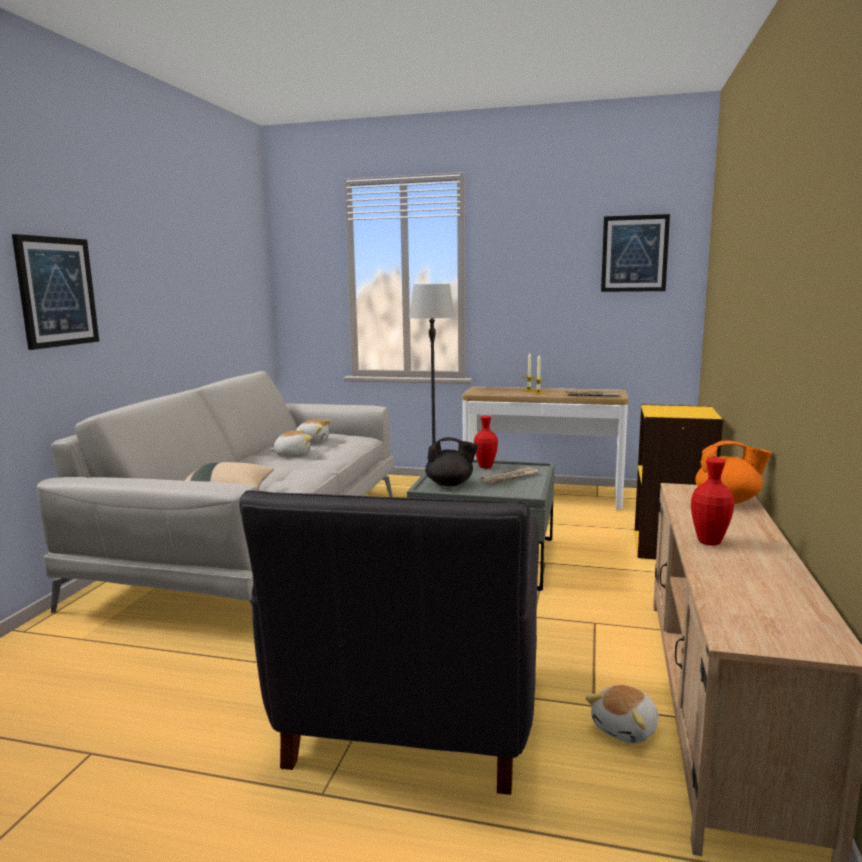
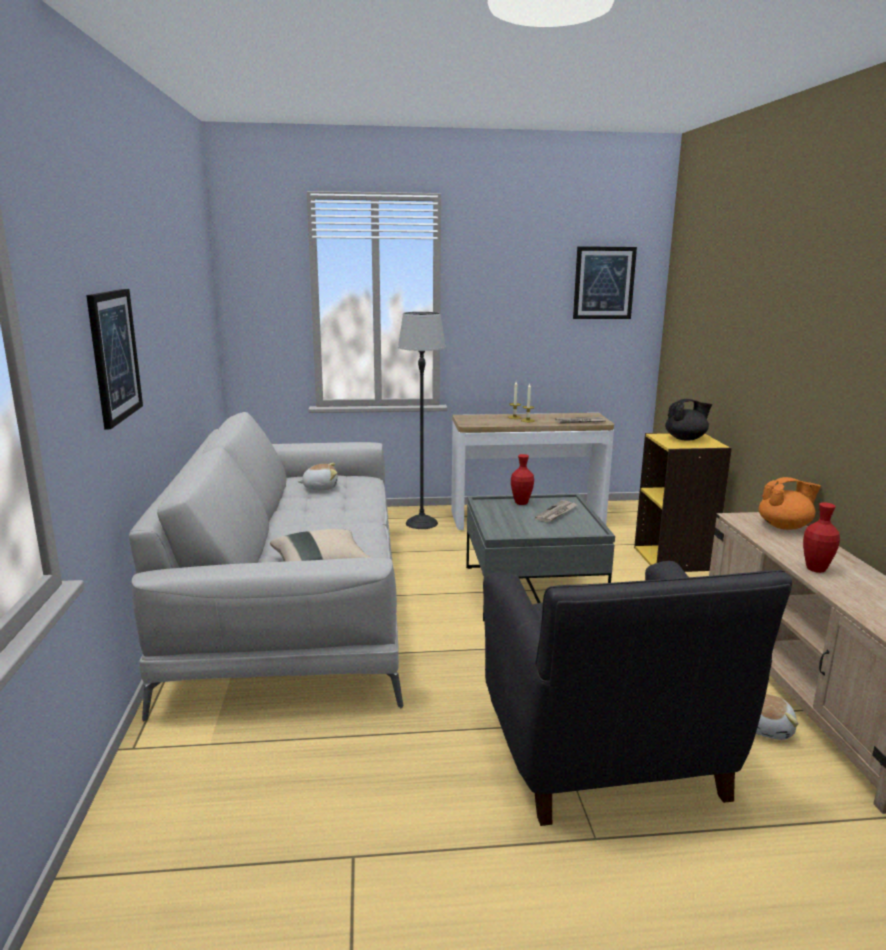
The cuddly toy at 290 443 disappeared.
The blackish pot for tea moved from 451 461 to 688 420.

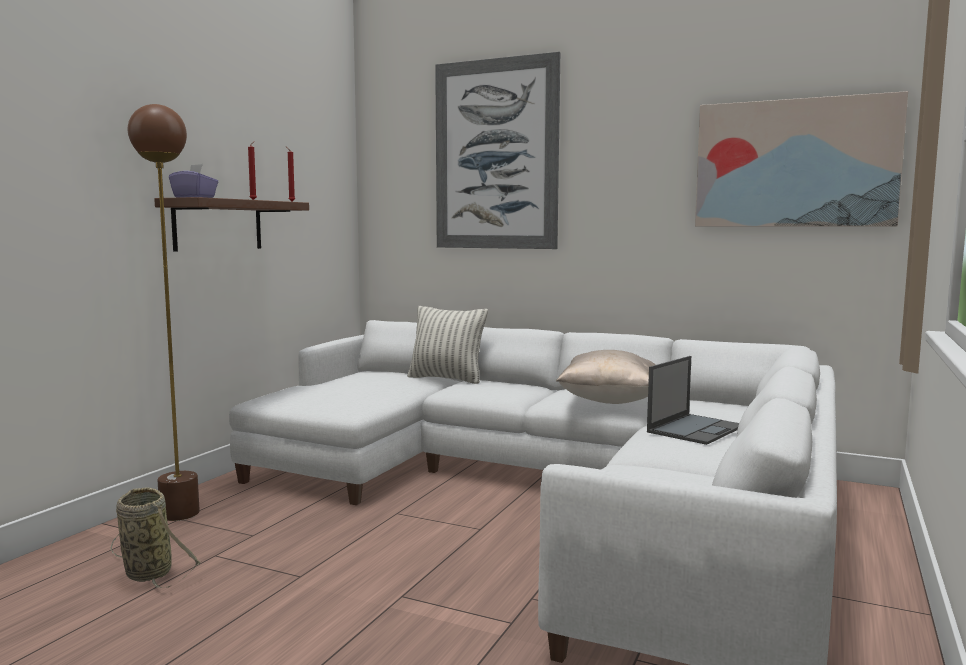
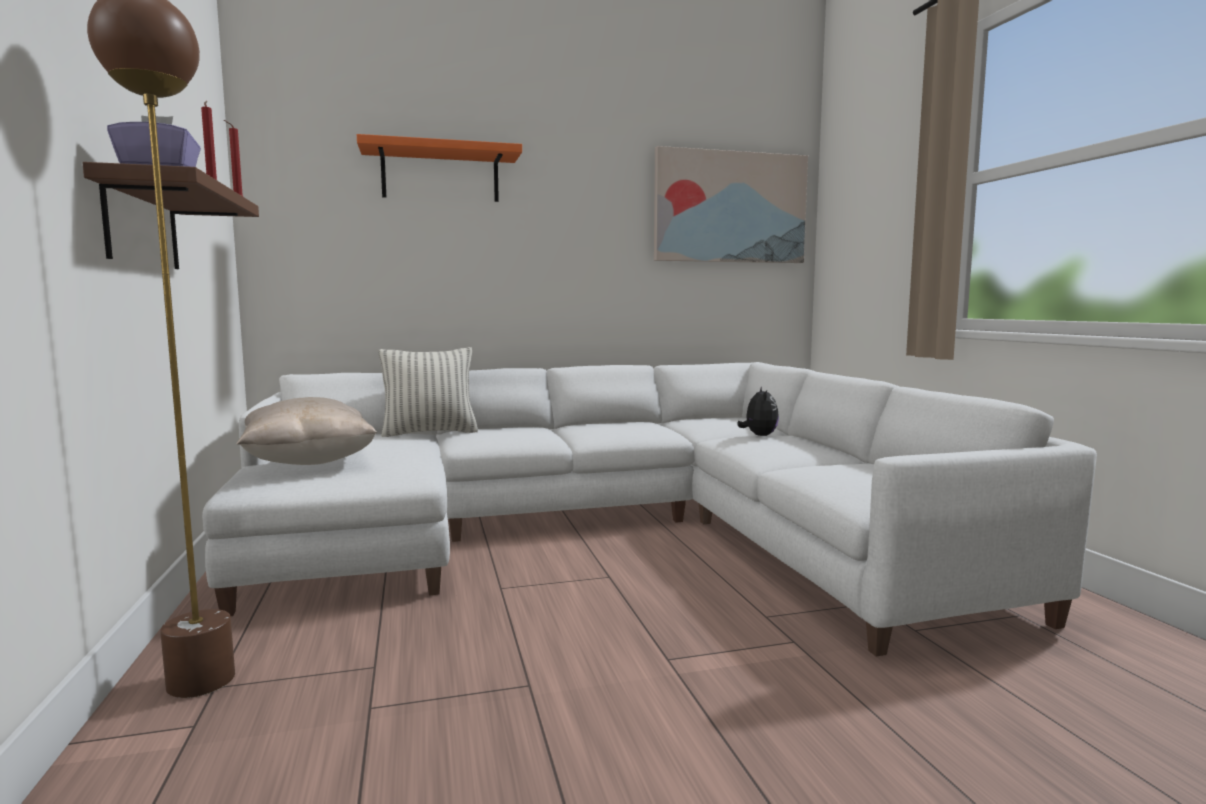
The picture at 497 150 was replaced by the orange shelf at 439 168.
The beige pillow moved from 606 377 to 307 431.
The notebook computer at 693 400 was replaced by the cuddly toy at 758 411.
The basket at 155 537 disappeared.

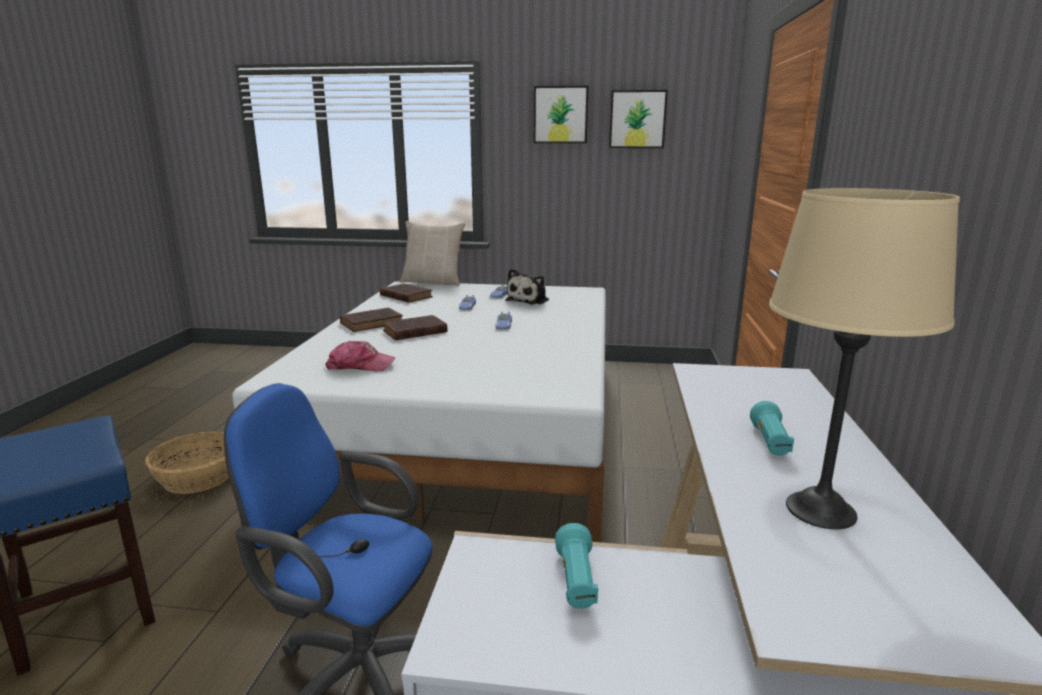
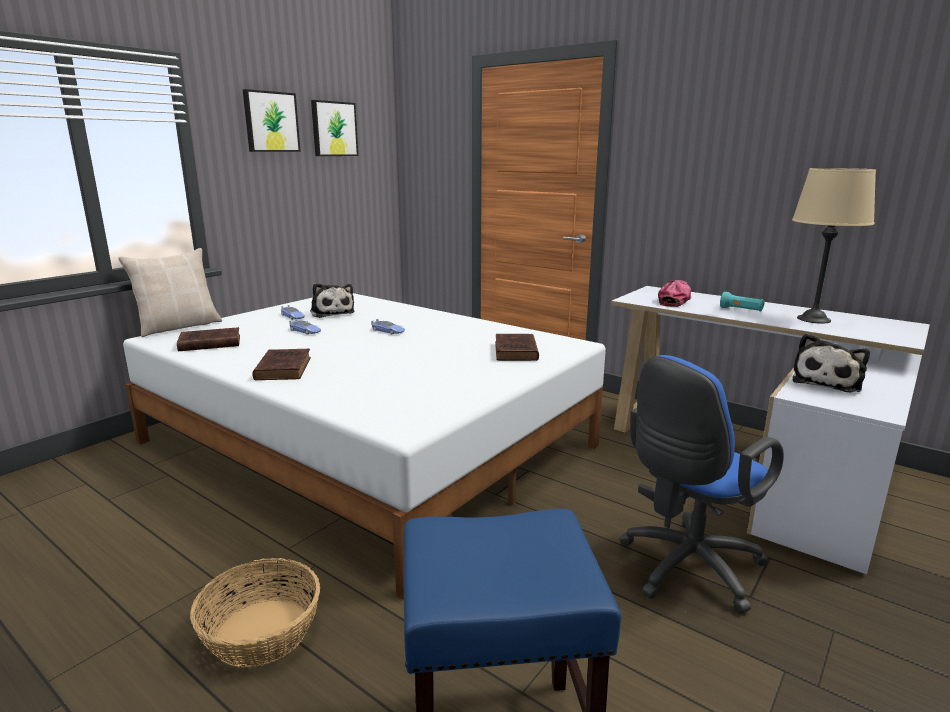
The brown volume moved from 415 327 to 517 347.
The peaked cap moved from 360 356 to 674 293.
The turquoise torch at 577 566 was replaced by the cuddly toy at 831 362.

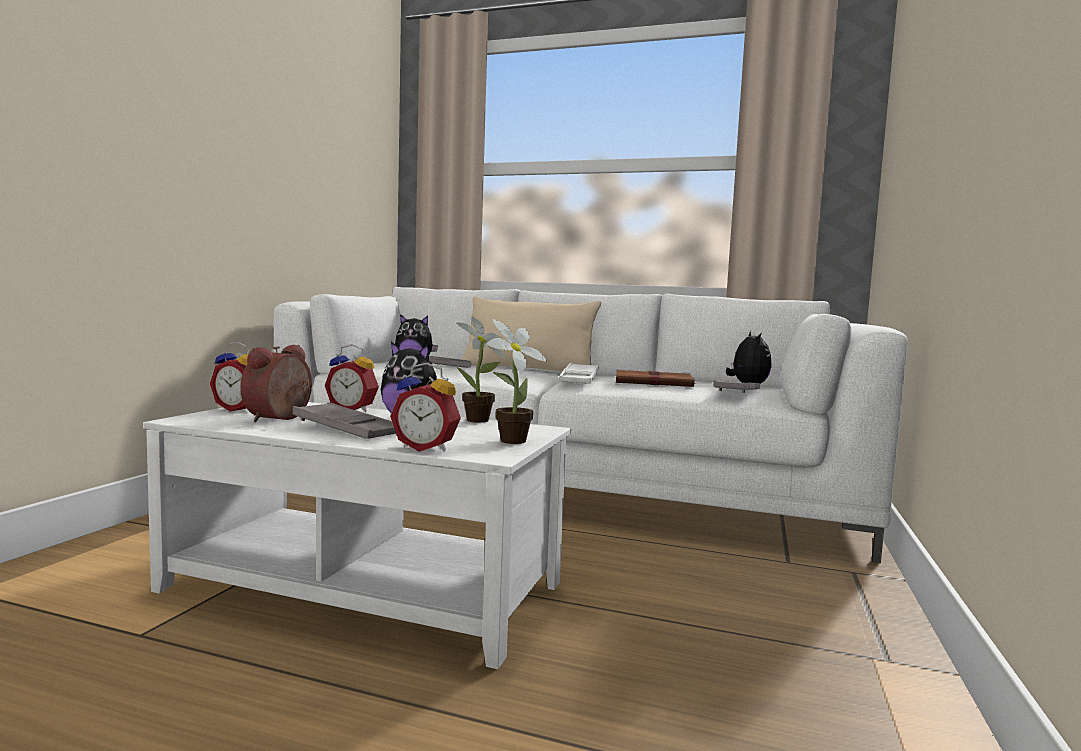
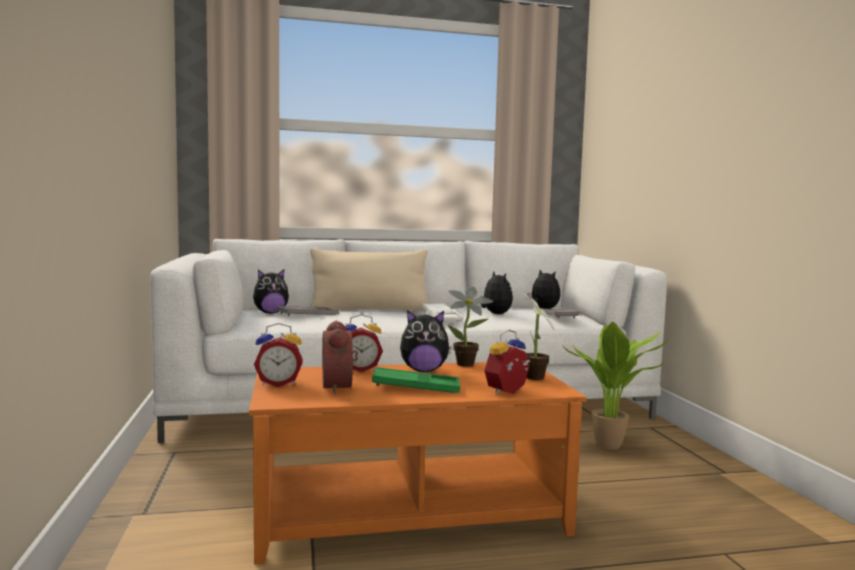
The bedside clock at 425 407 turned 150 degrees clockwise.
The brown volume at 656 378 was replaced by the cuddly toy at 496 292.
The white low table at 357 535 became the orange low table at 417 463.
The grey serving tray at 344 420 became the green-coloured serving tray at 416 380.
The potted plant at 615 386 appeared.

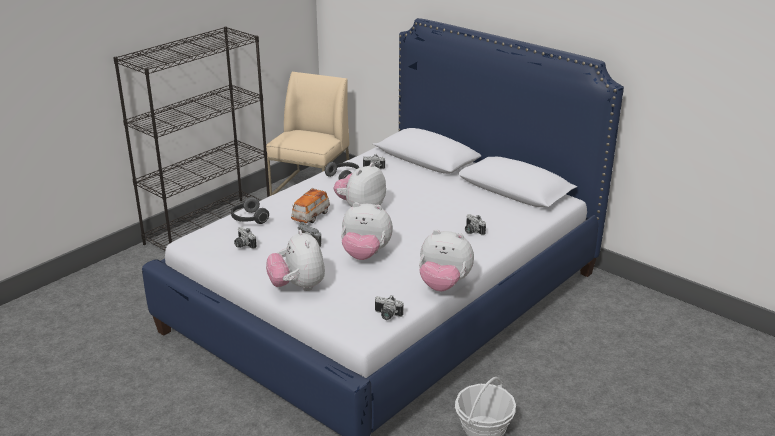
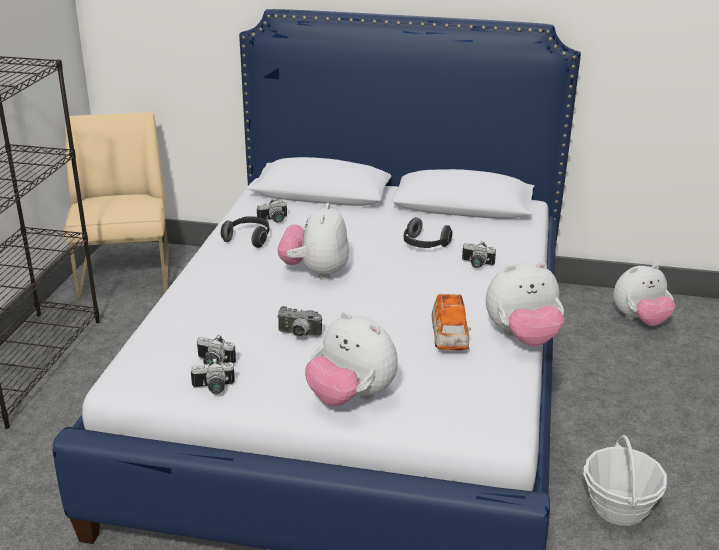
The miniature car moved from 310 205 to 451 322.
The headphones moved from 250 210 to 428 232.
The cuddly toy moved from 367 231 to 644 295.
The photo camera moved from 389 308 to 213 376.

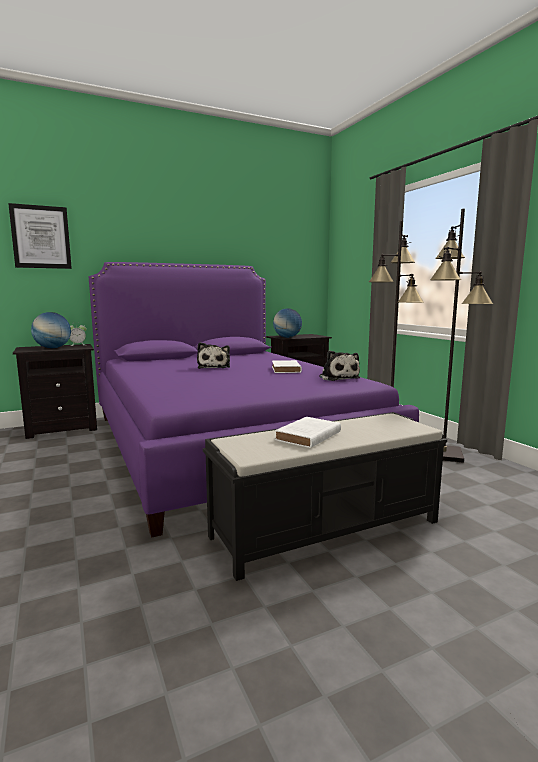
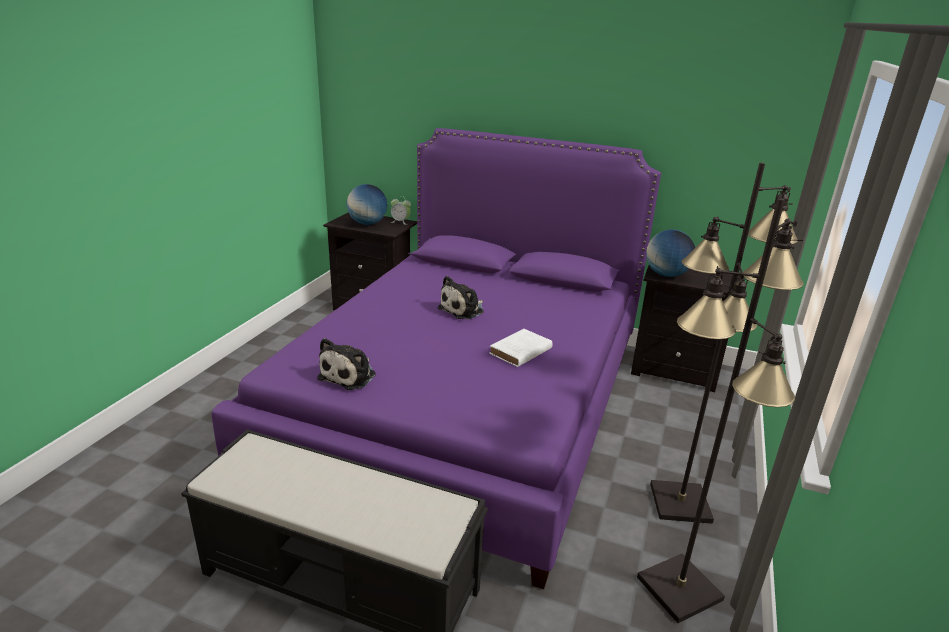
The picture at 40 236 disappeared.
The cuddly toy moved from 339 365 to 346 364.
The white volume at 307 432 disappeared.

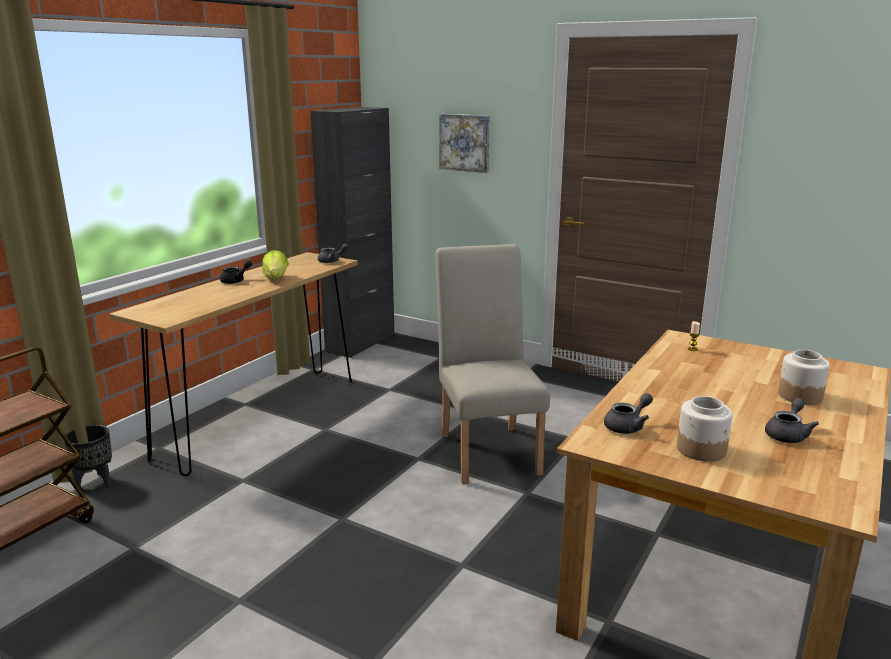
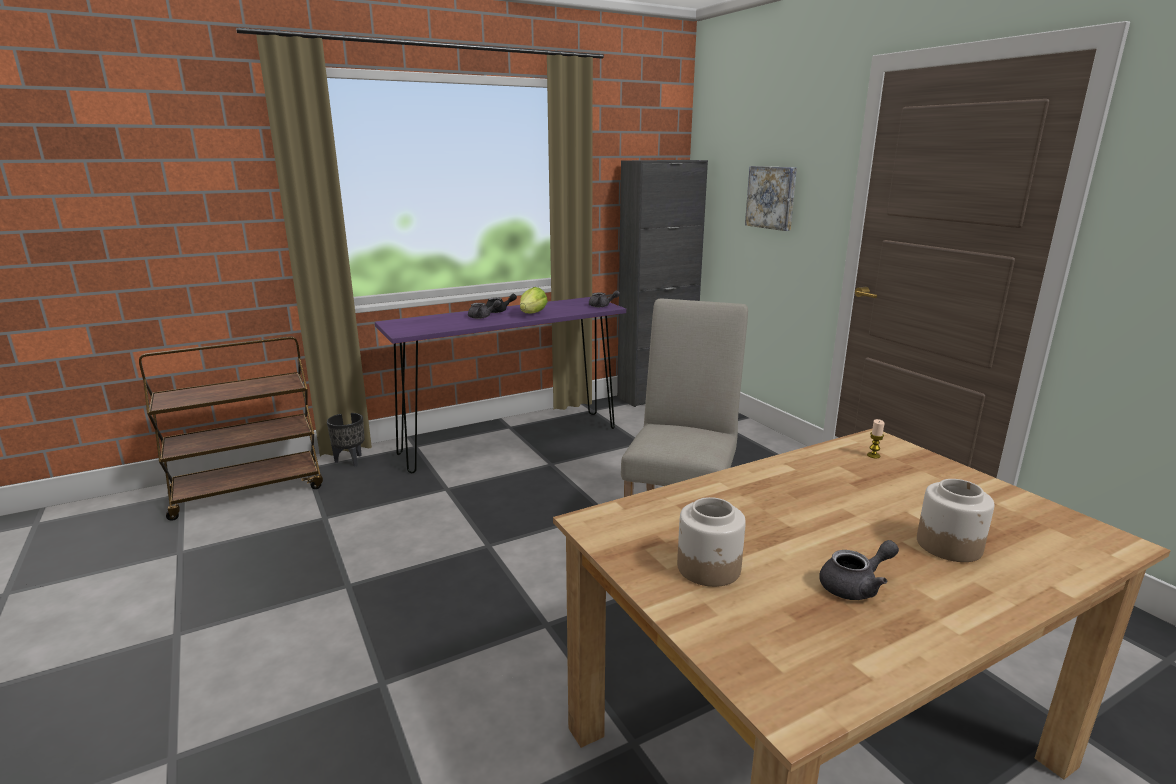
The brown hall table at 233 364 became the purple hall table at 500 385.
The grey pot for tea moved from 628 413 to 484 309.

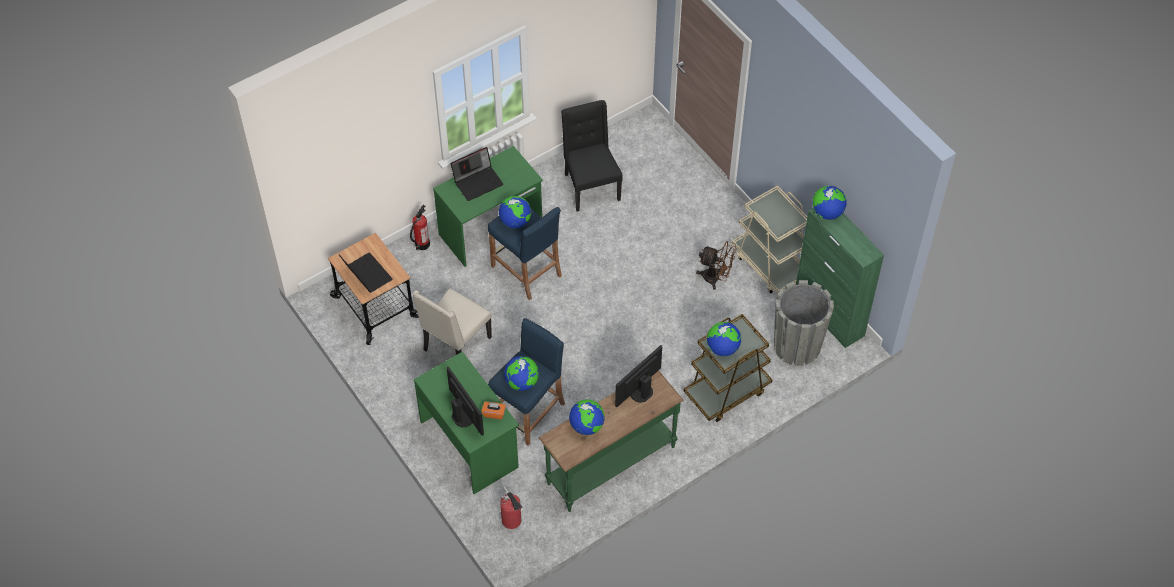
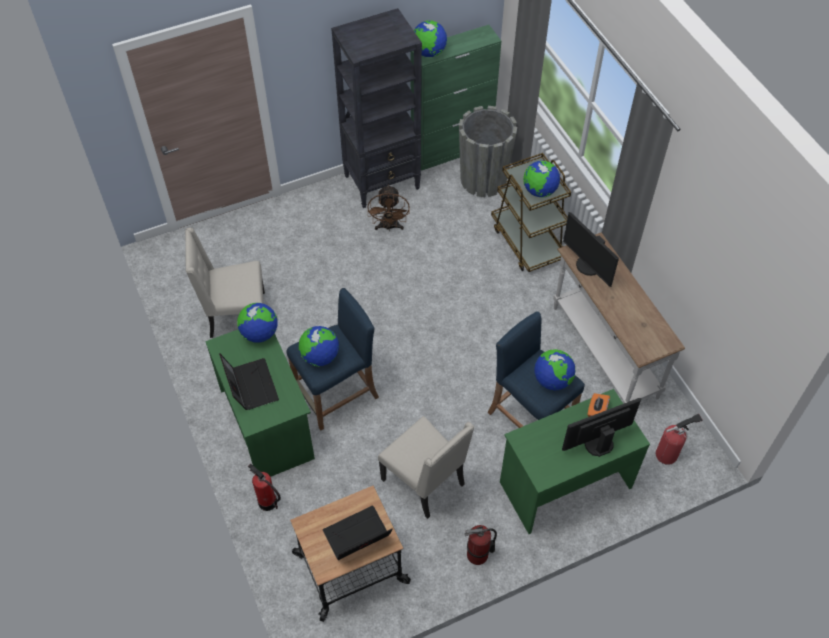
The blackish plain chair at 592 156 became the beige plain chair at 225 283.
The beige trolley at 769 239 was replaced by the blackish bookshelf at 376 108.
The brown fan at 716 265 turned 150 degrees clockwise.
The green-coloured hall table at 611 441 became the white hall table at 619 318.
The desk globe moved from 587 417 to 257 323.
The fire-fighting cylinder at 481 545 appeared.

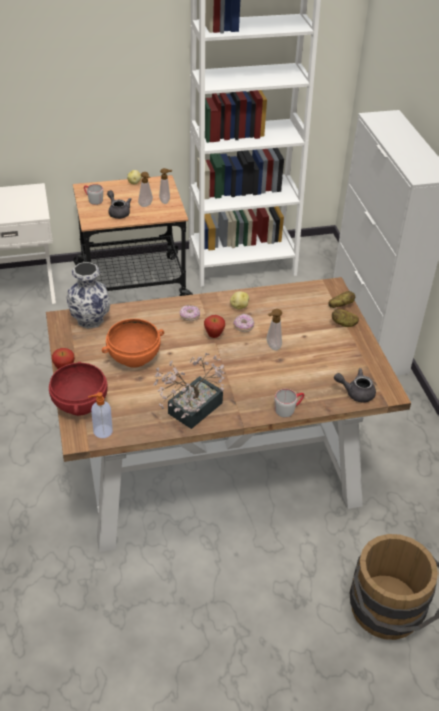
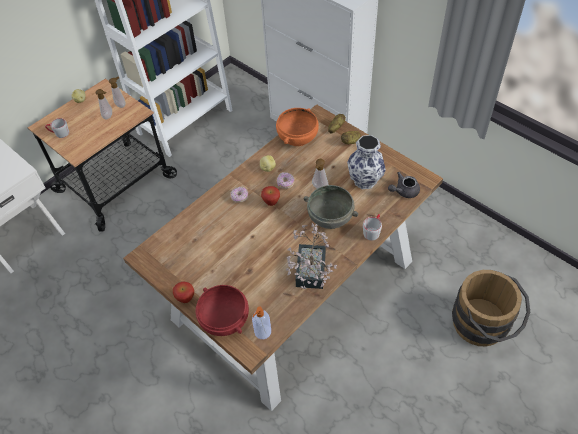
The grey pot for tea at 119 204 disappeared.
The vase moved from 89 295 to 366 162.
The orange bowl moved from 133 343 to 297 127.
The grey bowl at 331 207 appeared.

